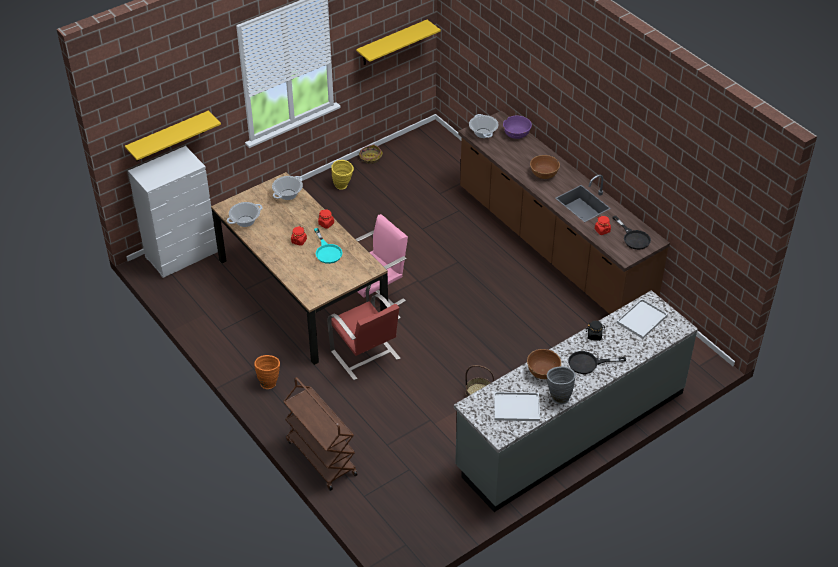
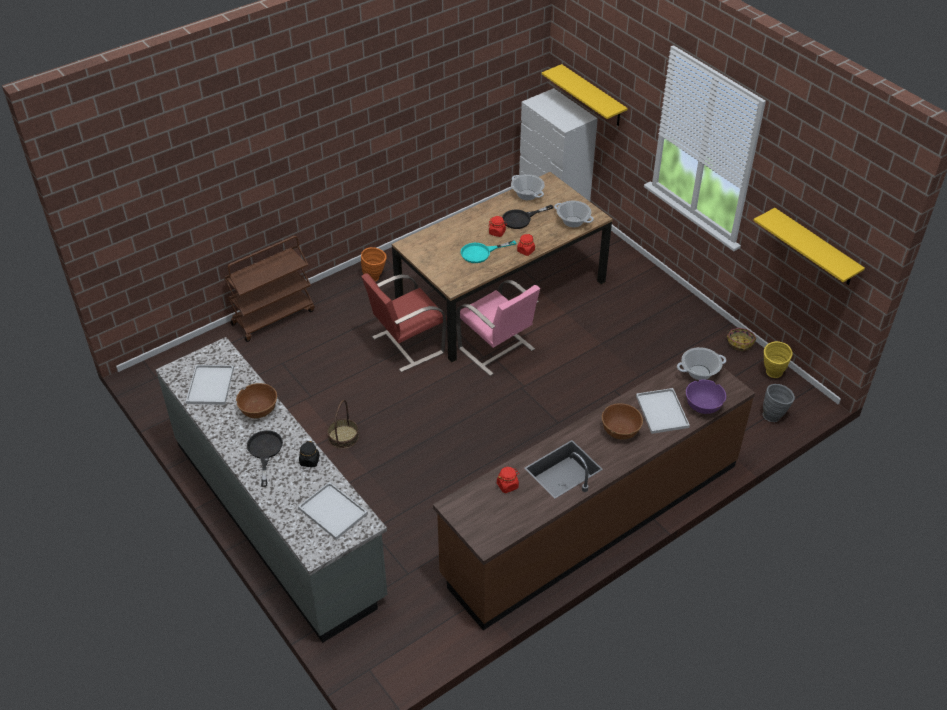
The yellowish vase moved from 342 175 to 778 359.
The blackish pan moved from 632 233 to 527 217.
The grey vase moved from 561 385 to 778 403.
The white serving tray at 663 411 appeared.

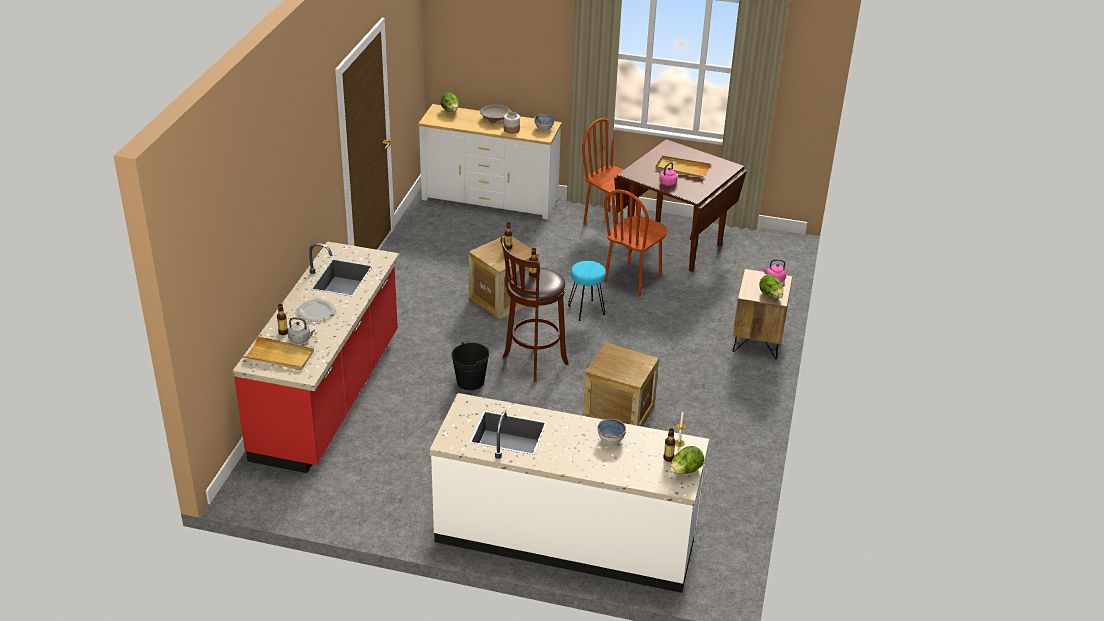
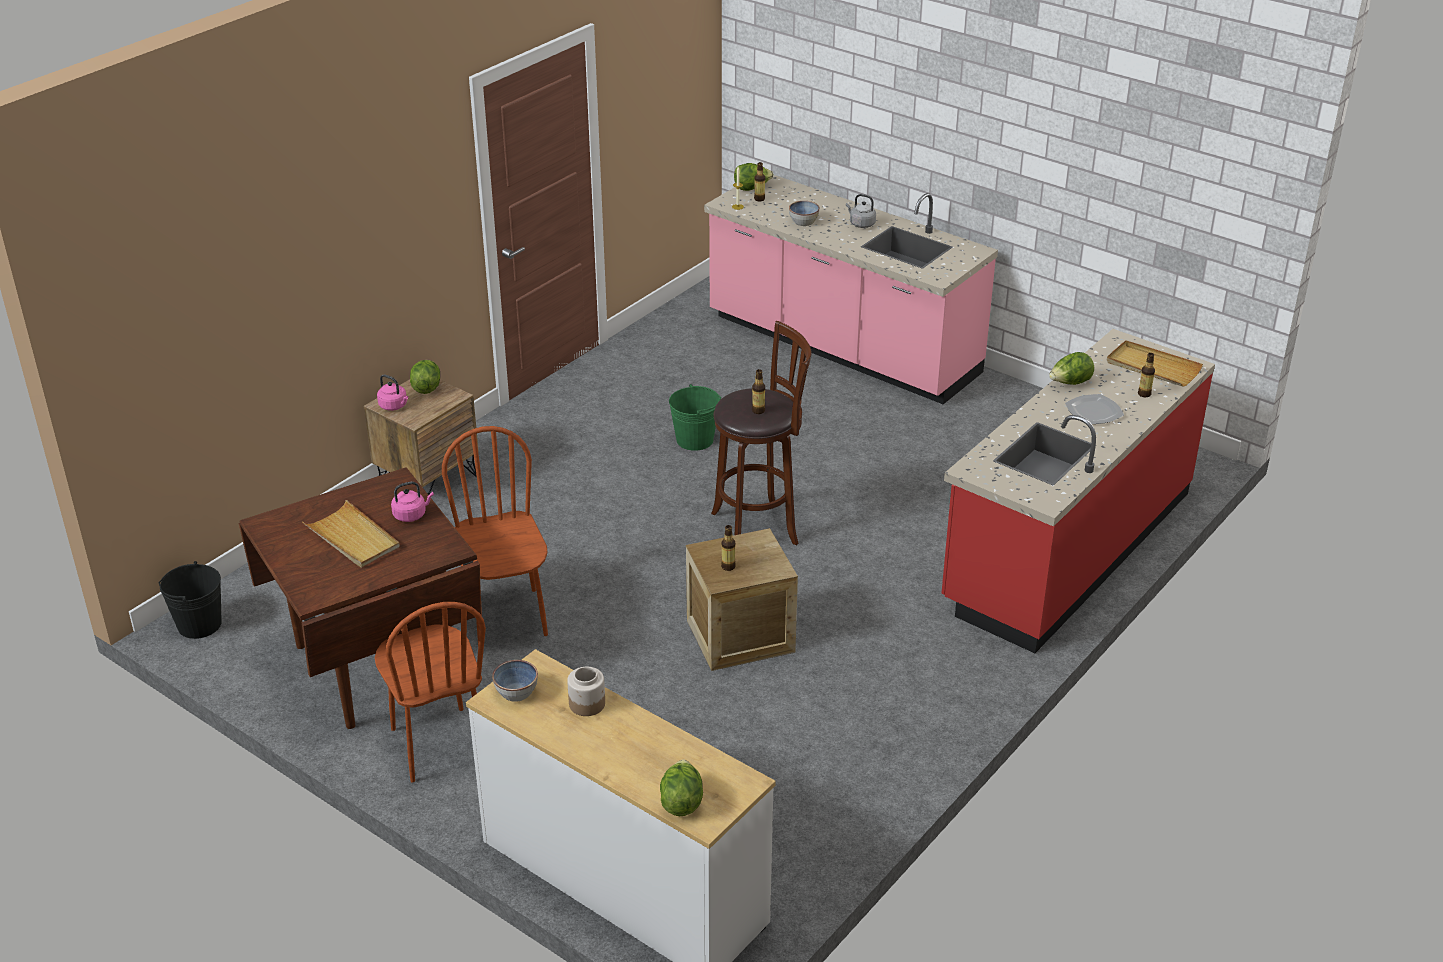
The beige bowl at 495 114 disappeared.
The brown plain chair at 635 243 turned 75 degrees counterclockwise.
The turquoise sitting stool at 587 291 disappeared.
The grey kettle moved from 301 330 to 861 211.
The blackish pail moved from 470 366 to 190 600.
The packing crate at 621 385 was replaced by the green-coloured pail at 695 417.
The white counter at 569 493 became the pink counter at 851 289.
The lettuce head at 1071 368 appeared.

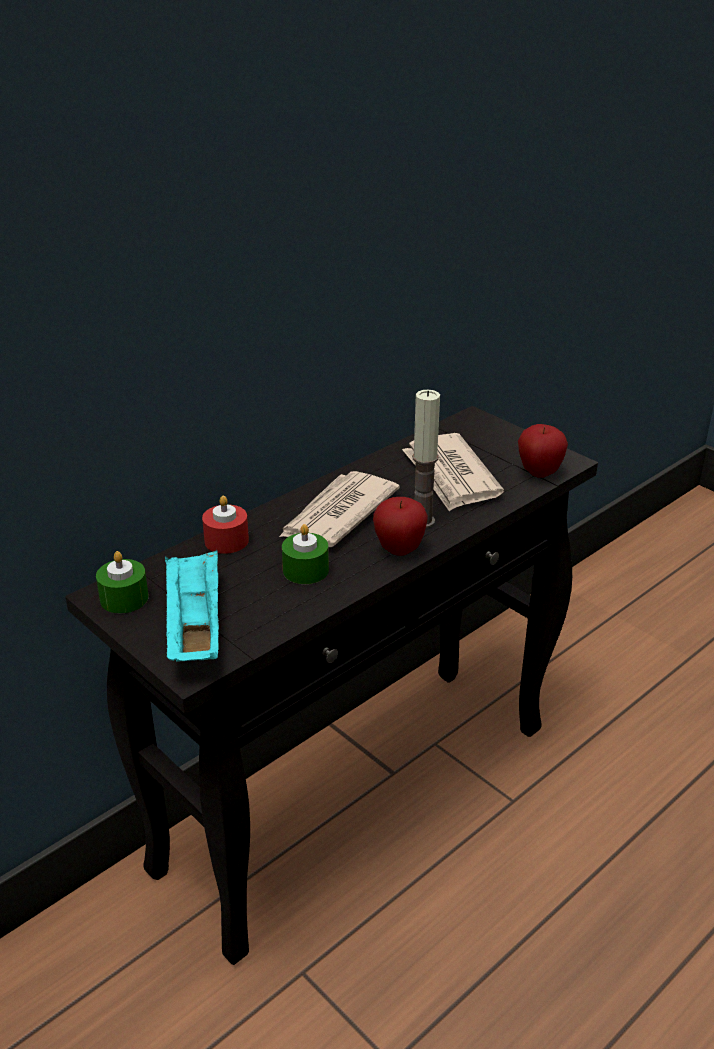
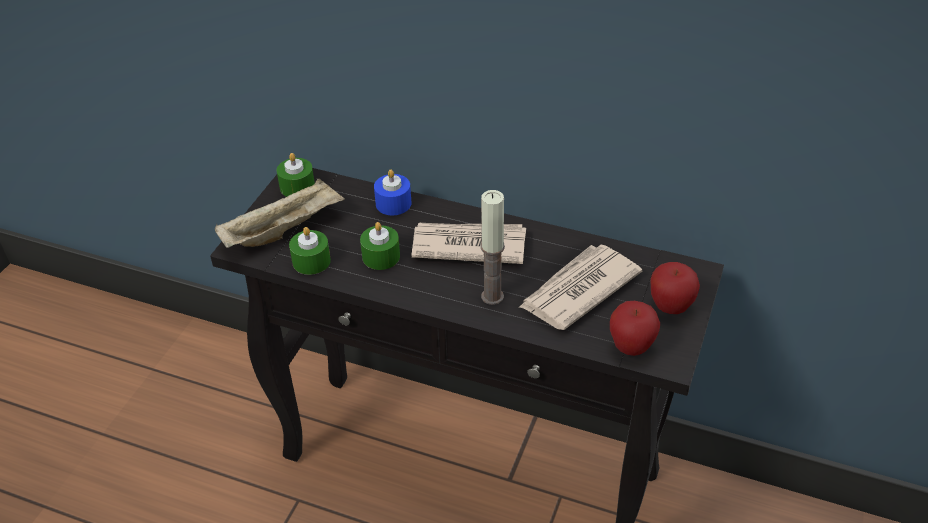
The red wax light at 225 525 became the bluish wax light at 392 192.
The apple moved from 400 526 to 675 288.
The turquoise serving tray at 192 606 became the beige serving tray at 280 213.
The green-coloured wax light at 310 251 appeared.

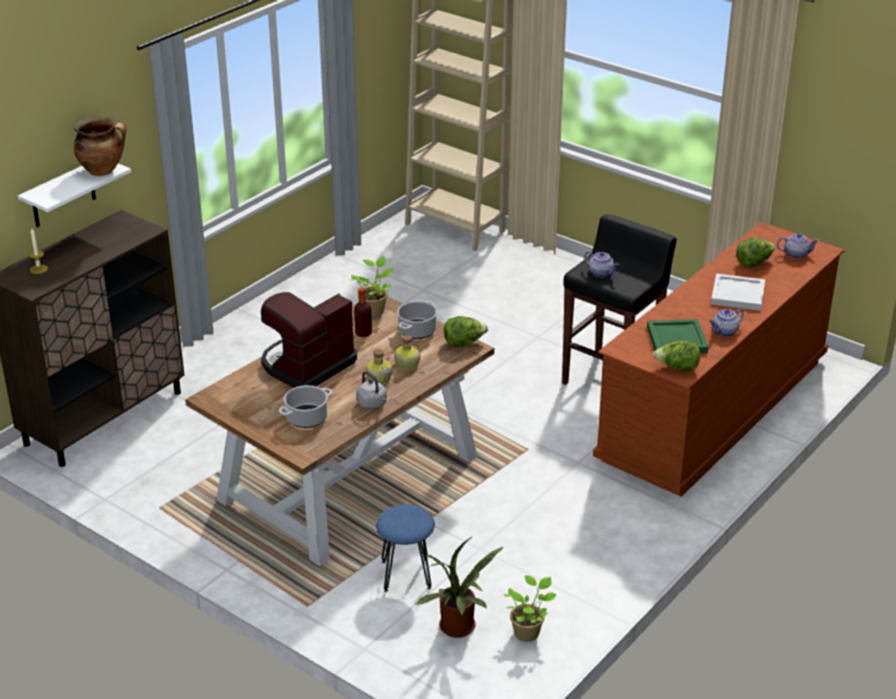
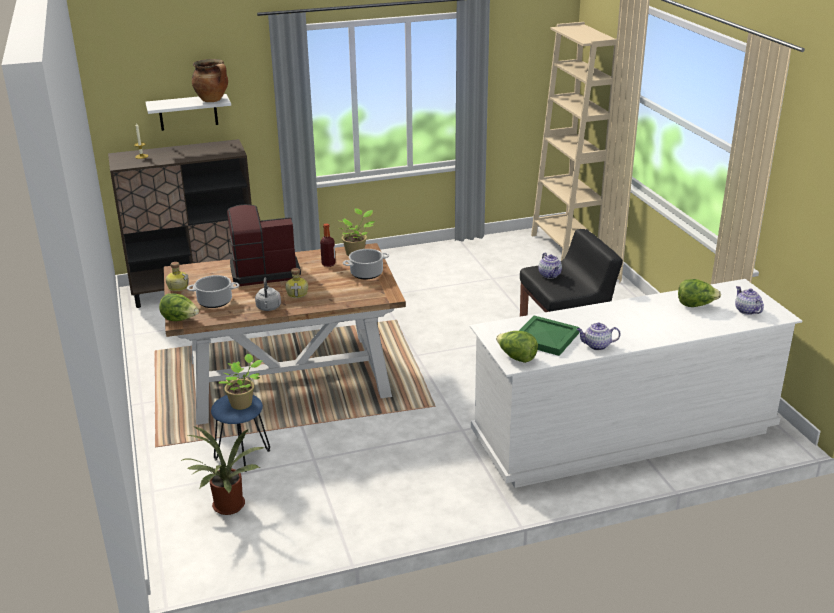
The brown chest of drawers at 719 359 became the white chest of drawers at 636 383.
The pot for tea at 798 246 turned 150 degrees counterclockwise.
The white serving tray at 738 292 disappeared.
The lettuce head moved from 466 331 to 179 307.
The beverage bottle moved from 407 352 to 177 276.
The potted plant moved from 530 609 to 240 381.

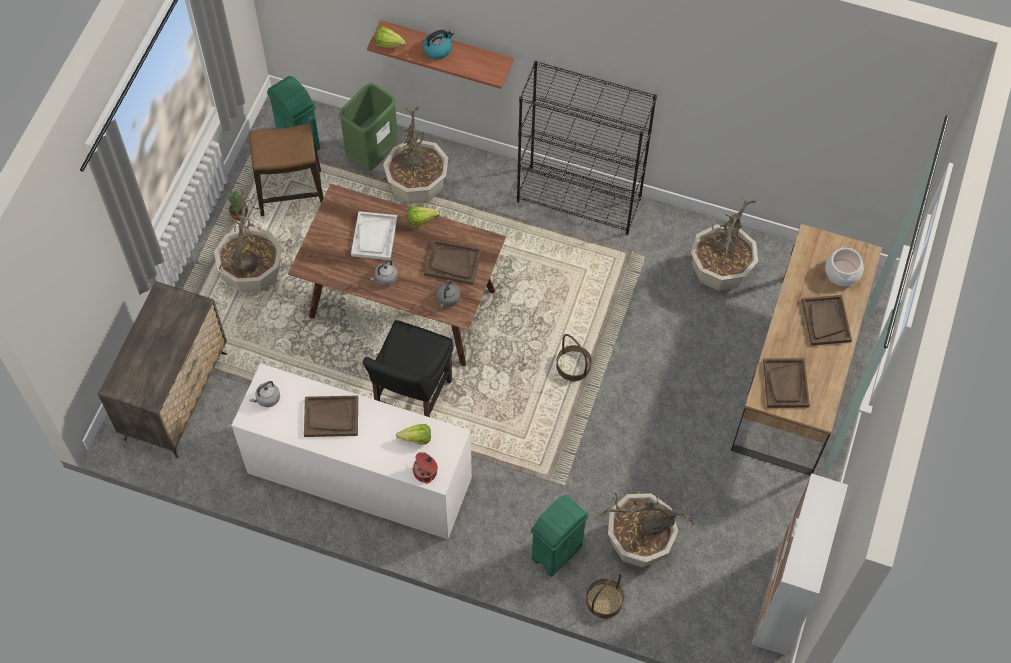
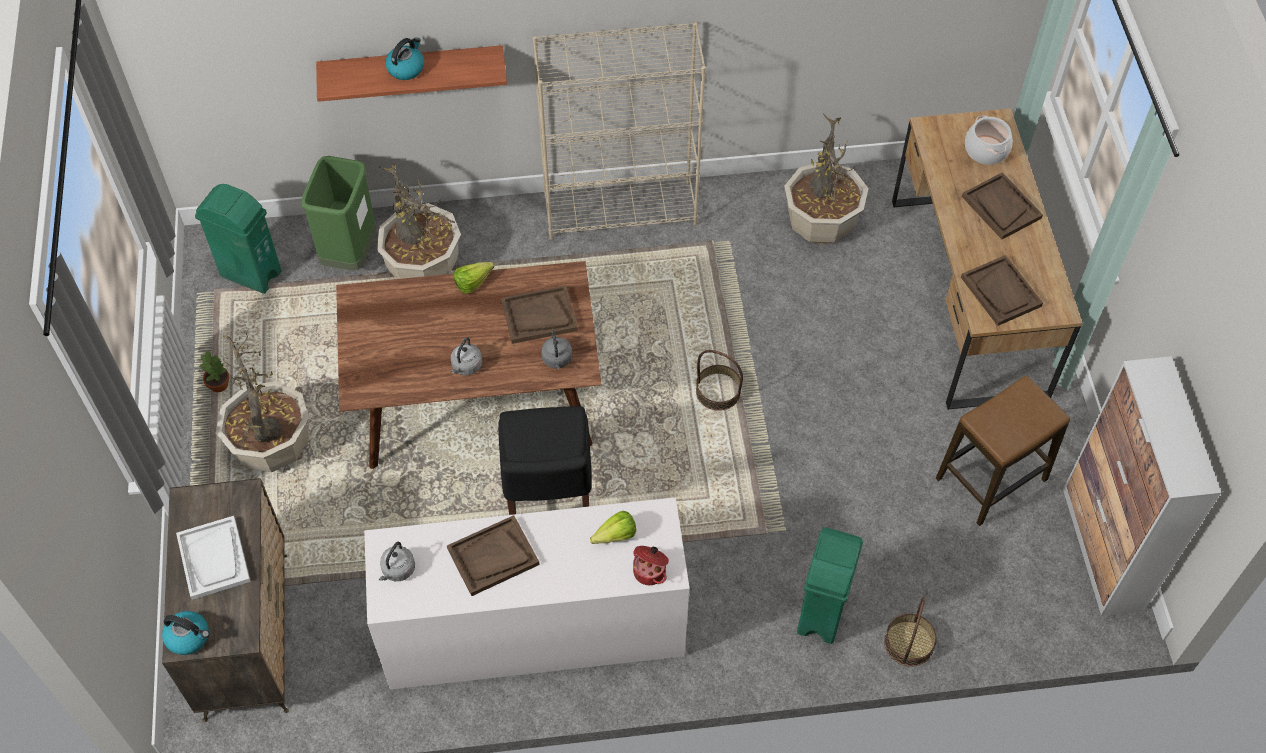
The lettuce head at 390 37 disappeared.
The blackish bookshelf at 587 148 became the beige bookshelf at 619 130.
The sitting stool moved from 286 170 to 1003 450.
The white serving tray moved from 374 235 to 213 558.
The potted plant at 647 528 disappeared.
The kettle at 186 633 appeared.

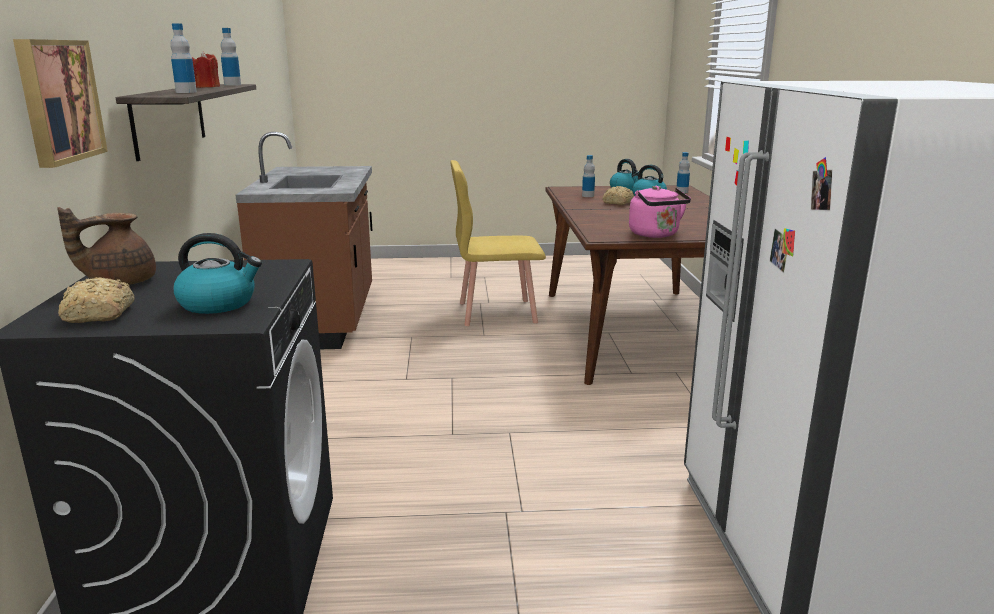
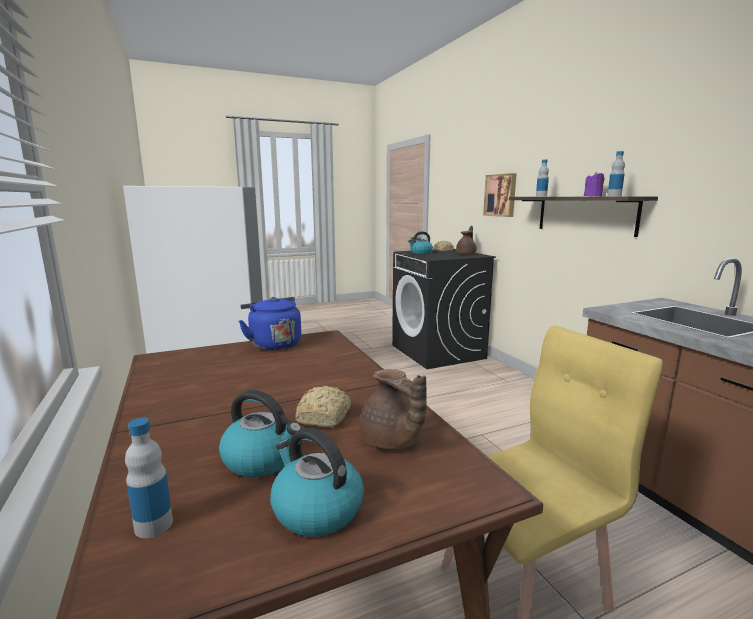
The red wax light at 206 69 became the purple wax light at 594 184.
The beverage bottle at 588 176 was replaced by the brown pot for tea at 393 409.
The pink kettle at 660 212 became the bluish kettle at 270 324.

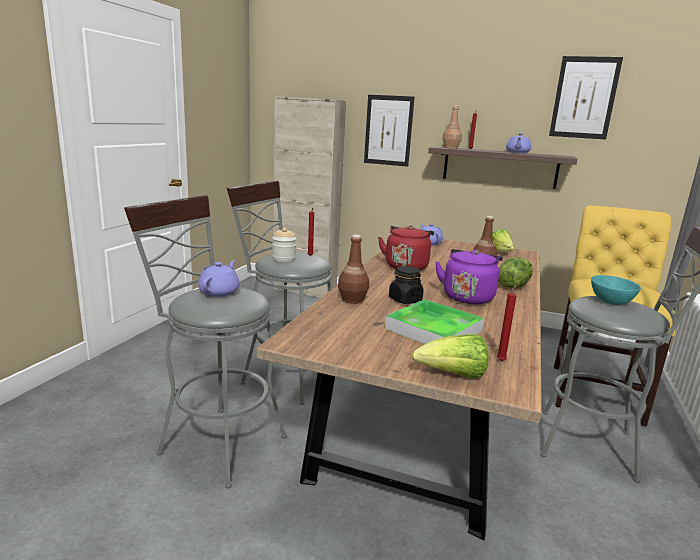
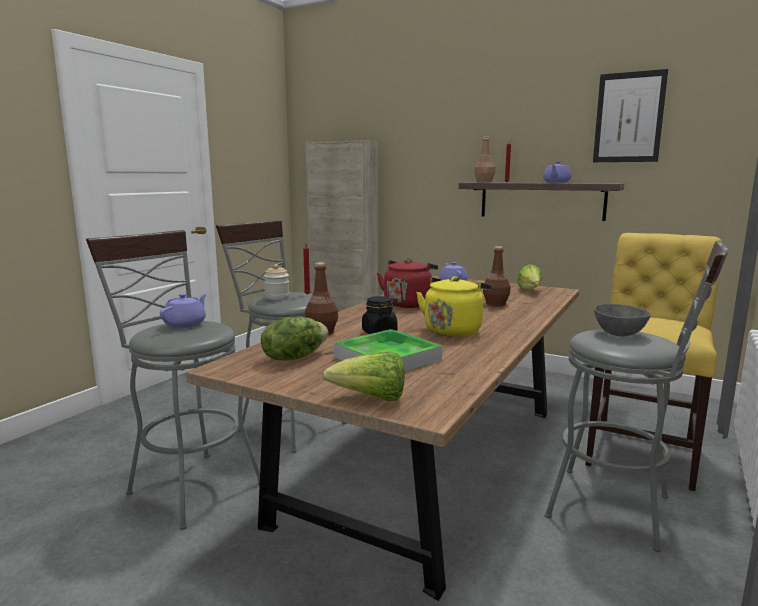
The picture at 389 131 disappeared.
The purple kettle at 469 276 became the yellowish kettle at 453 306.
The lettuce head moved from 515 272 to 294 339.
The turquoise bowl at 616 290 became the grey bowl at 622 320.
The red wax light at 507 323 disappeared.

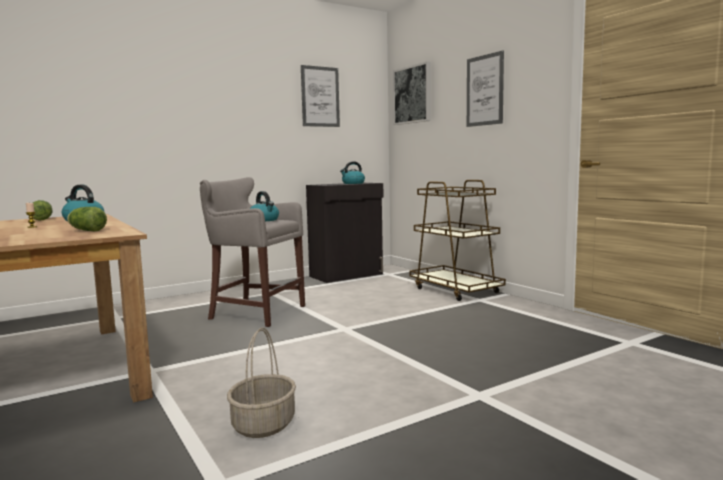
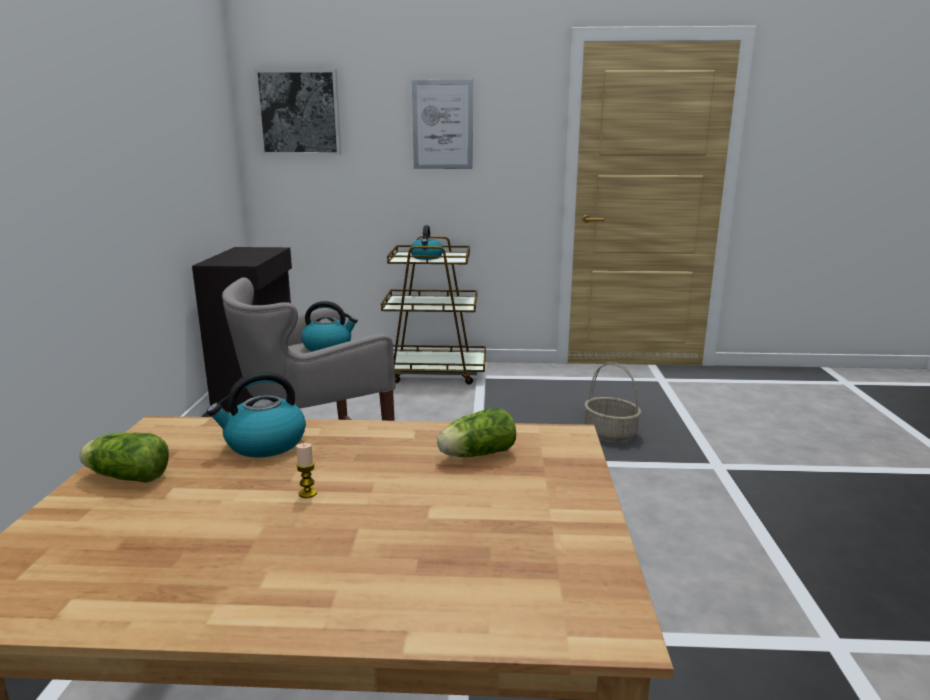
The picture at 320 96 disappeared.
The kettle moved from 352 173 to 426 242.
The basket moved from 261 382 to 612 401.

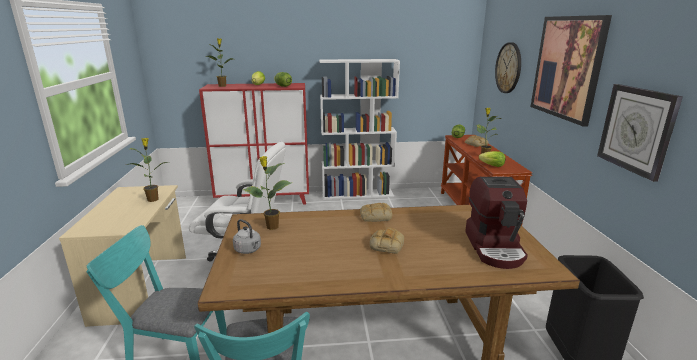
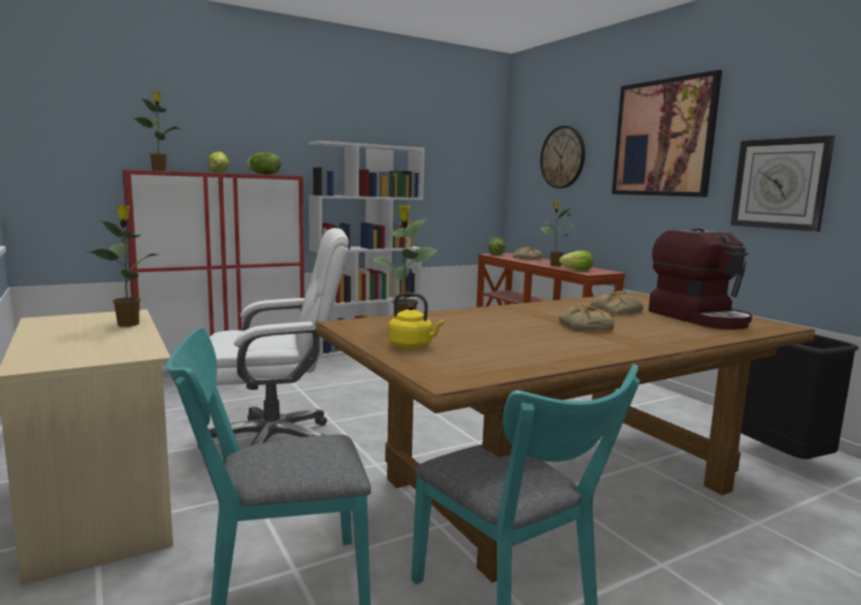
The bakery bread moved from 376 212 to 617 302.
The grey kettle at 247 236 became the yellowish kettle at 416 320.

